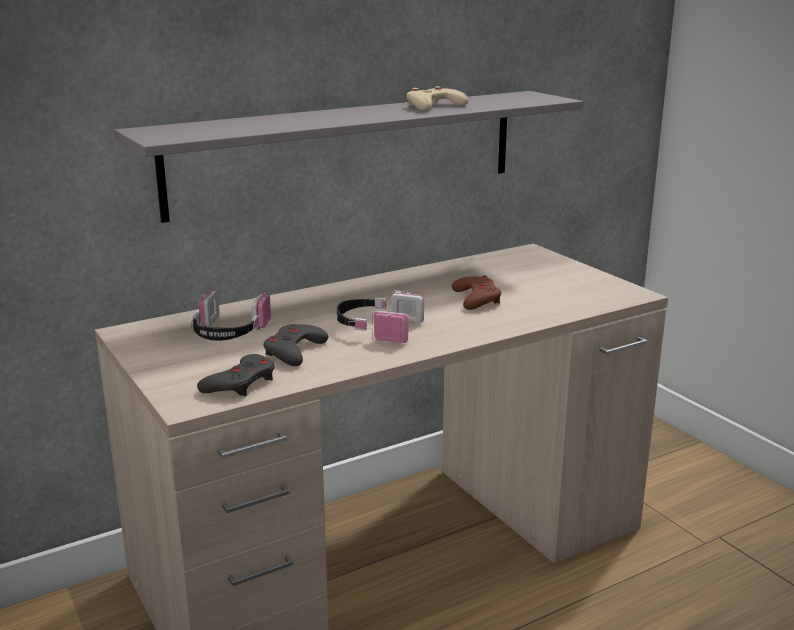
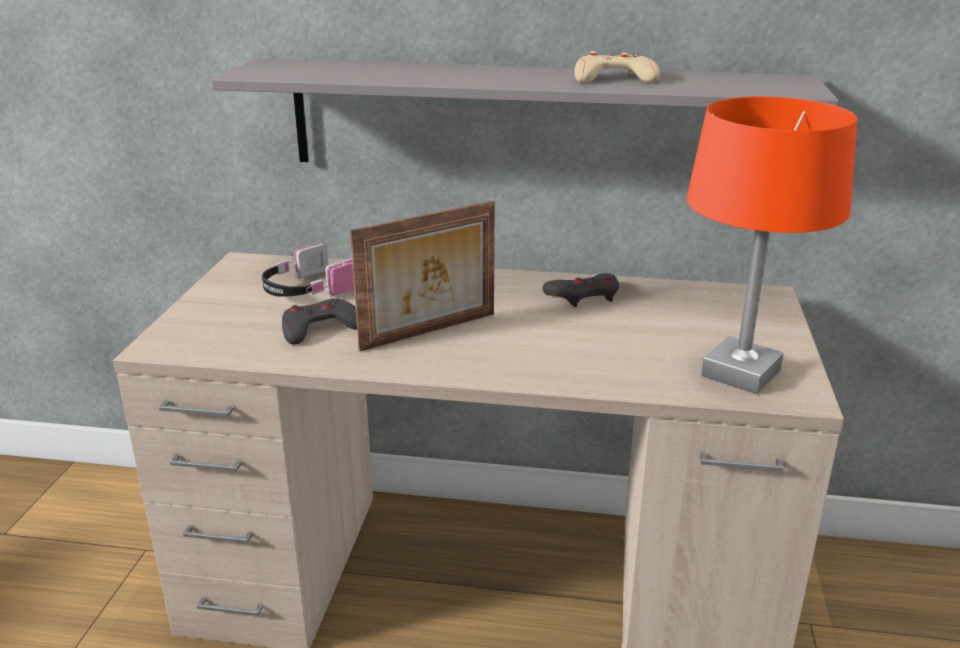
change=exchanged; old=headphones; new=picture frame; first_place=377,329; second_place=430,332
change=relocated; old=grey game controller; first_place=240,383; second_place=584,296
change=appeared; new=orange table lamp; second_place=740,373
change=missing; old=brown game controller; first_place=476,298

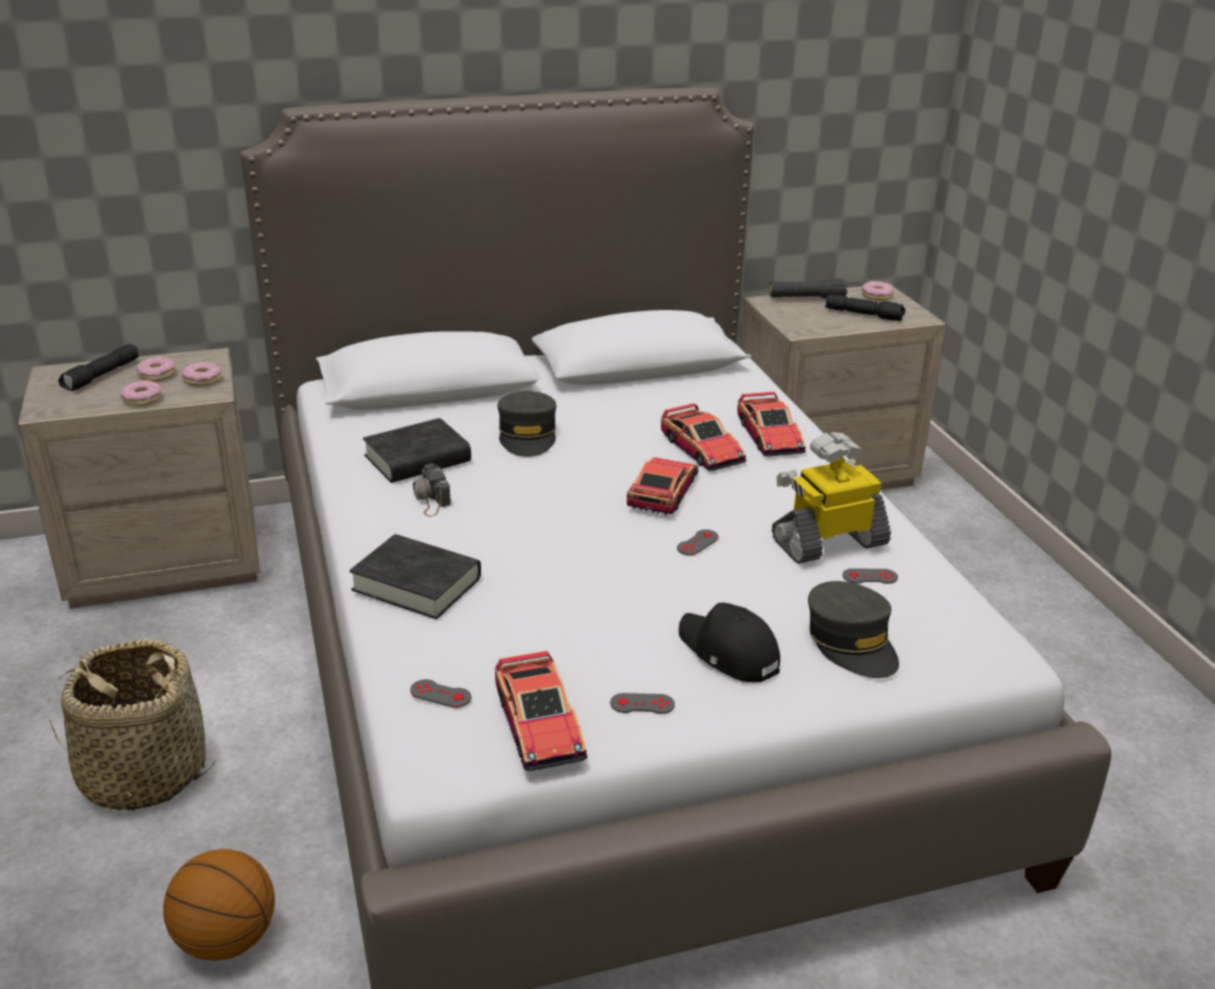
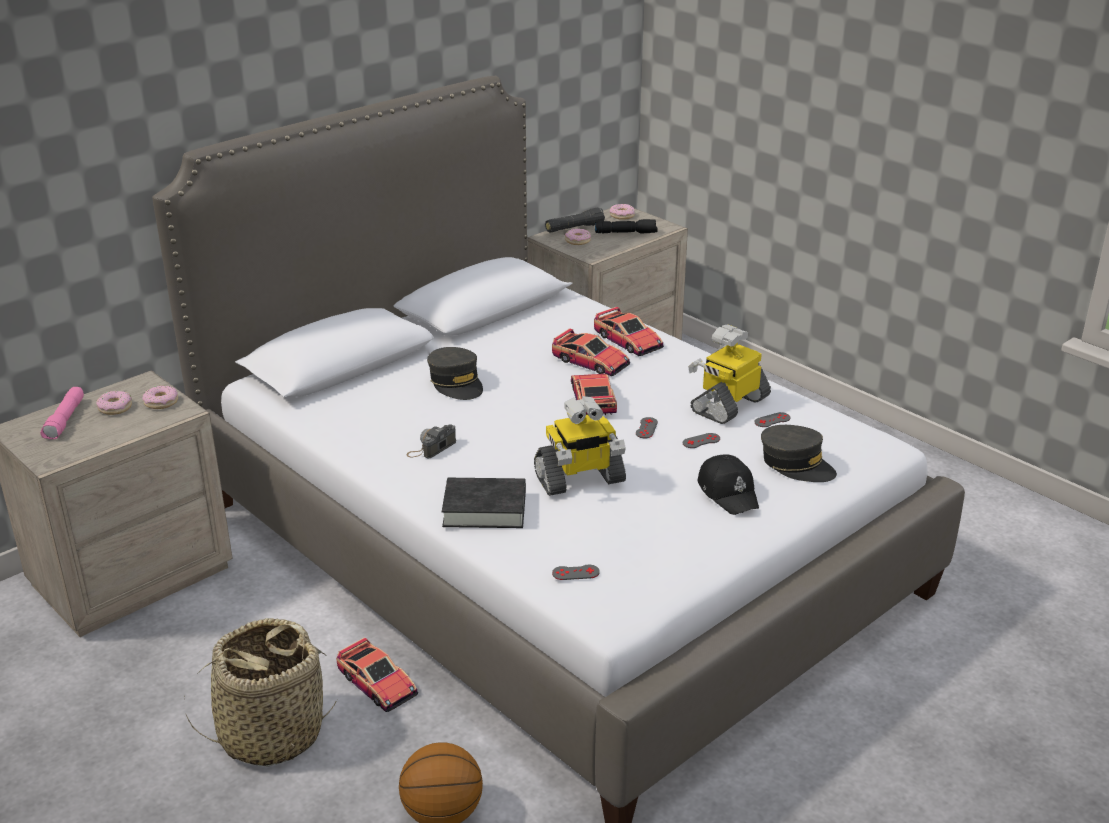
change=colour; old=black flashlight; new=pink flashlight; first_place=102,376; second_place=65,420
change=relocated; old=toy car; first_place=539,724; second_place=377,683
change=spun; old=photo camera; first_place=430,498; second_place=431,448; degrees=90
change=appeared; new=toy robot; second_place=579,479
change=relocated; old=donut; first_place=142,399; second_place=577,241
change=relocated; old=grey game controller; first_place=642,704; second_place=701,441
change=spun; old=black cap; first_place=728,653; second_place=728,492; degrees=-135
change=missing; old=black book; first_place=417,459

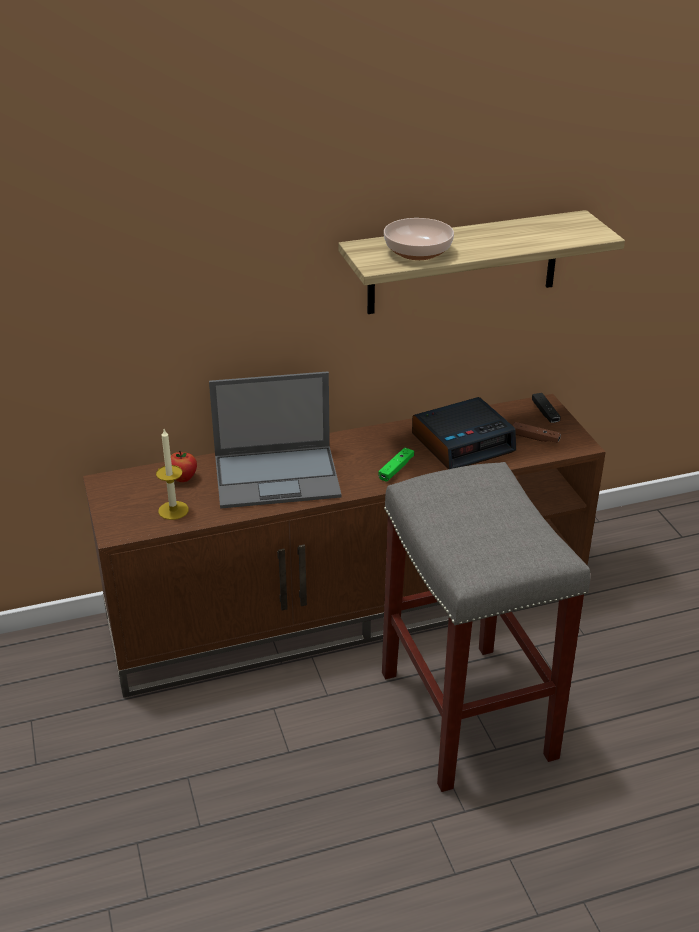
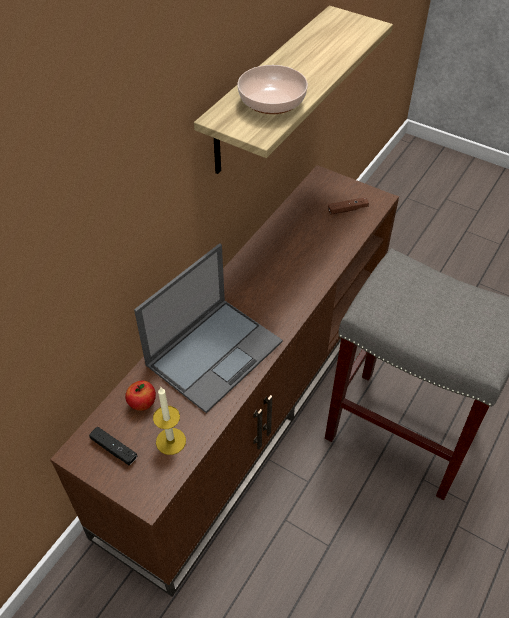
change=relocated; old=black game controller; first_place=545,413; second_place=114,449
change=missing; old=green game controller; first_place=396,469
change=missing; old=alarm clock; first_place=463,442

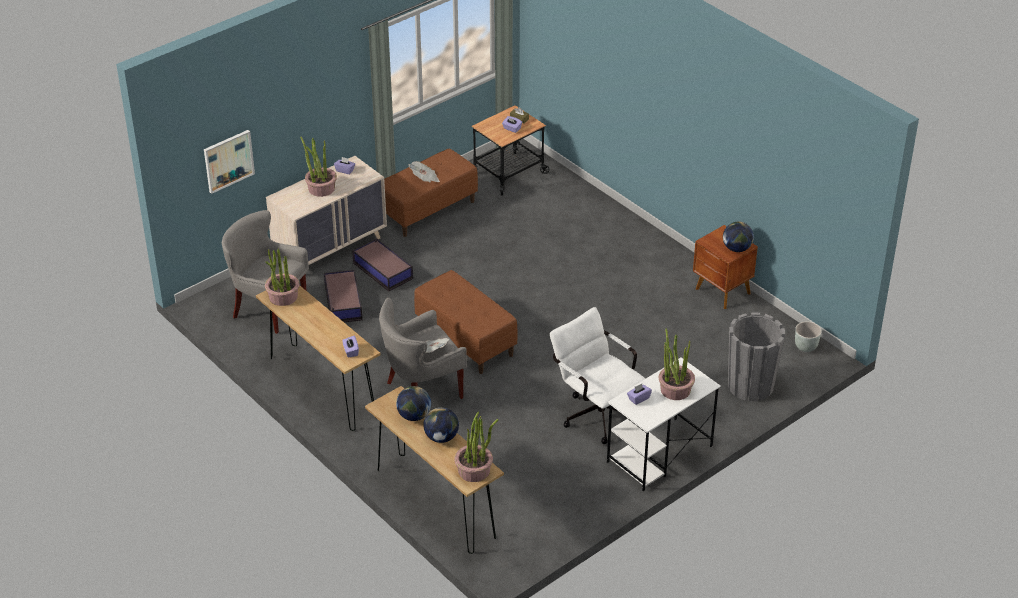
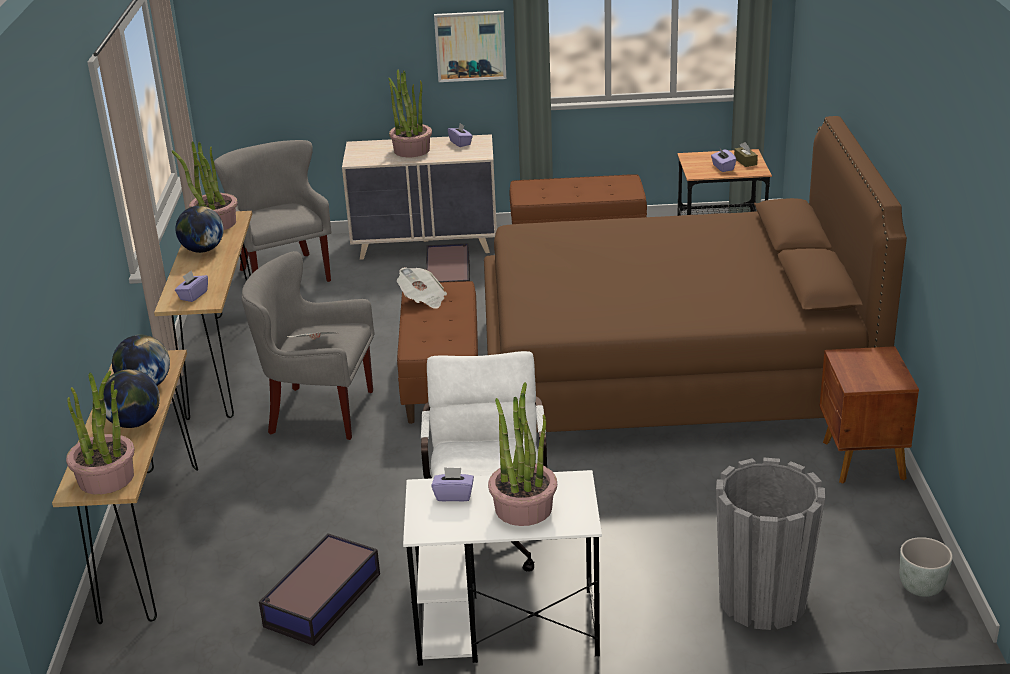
change=relocated; old=globe; first_place=736,249; second_place=202,250
change=relocated; old=storage box; first_place=343,303; second_place=321,601
change=relocated; old=newspaper; first_place=424,179; second_place=423,299
change=relocated; old=picture; first_place=228,161; second_place=470,46
change=appeared; new=brown bed; second_place=669,369

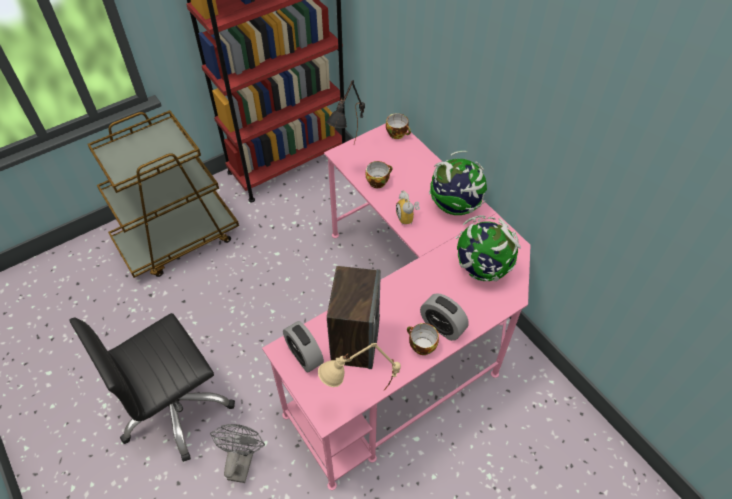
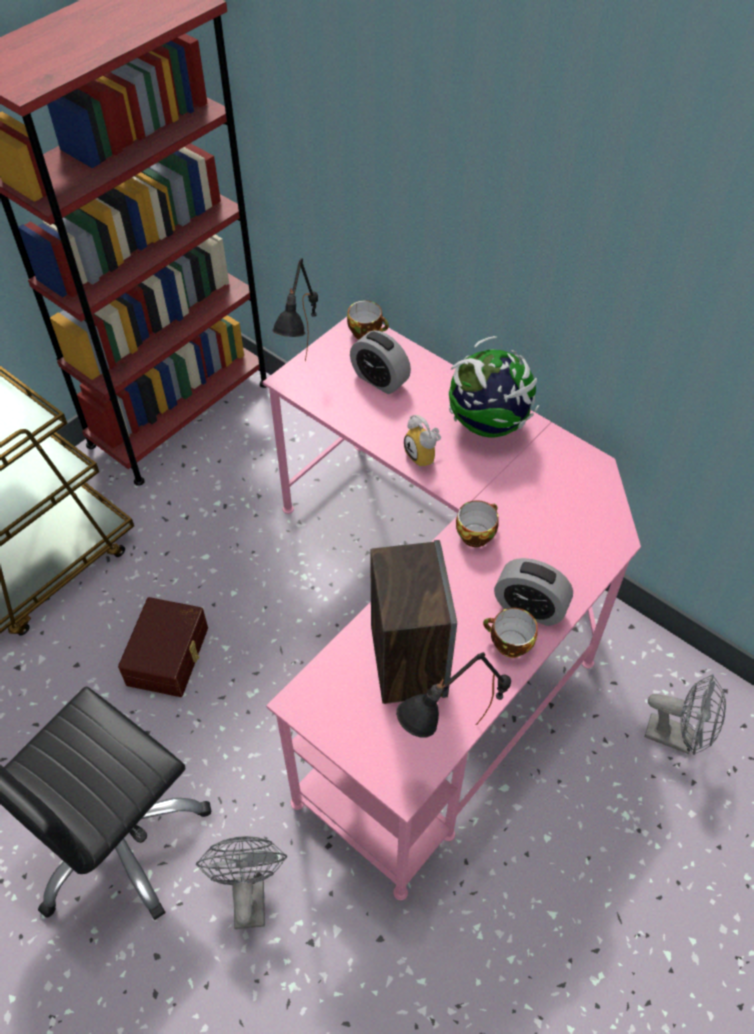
change=appeared; new=brown storage box; second_place=170,656
change=relocated; old=alarm clock; first_place=304,355; second_place=380,379
change=colour; old=beige table lamp; new=black table lamp; first_place=361,405; second_place=449,756
change=relocated; old=cup; first_place=378,181; second_place=476,533
change=appeared; new=grey fan; second_place=677,737
change=missing; old=globe; first_place=482,268

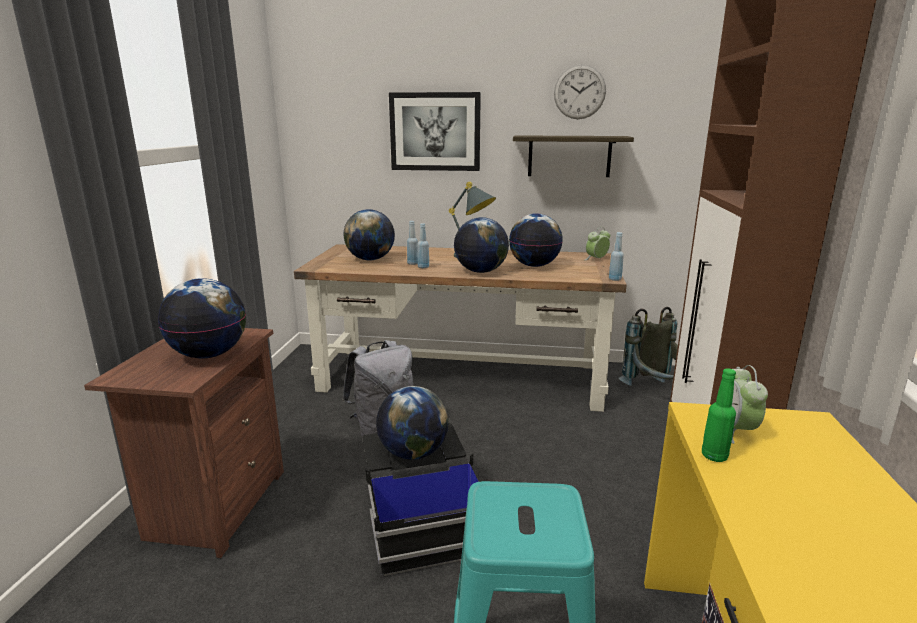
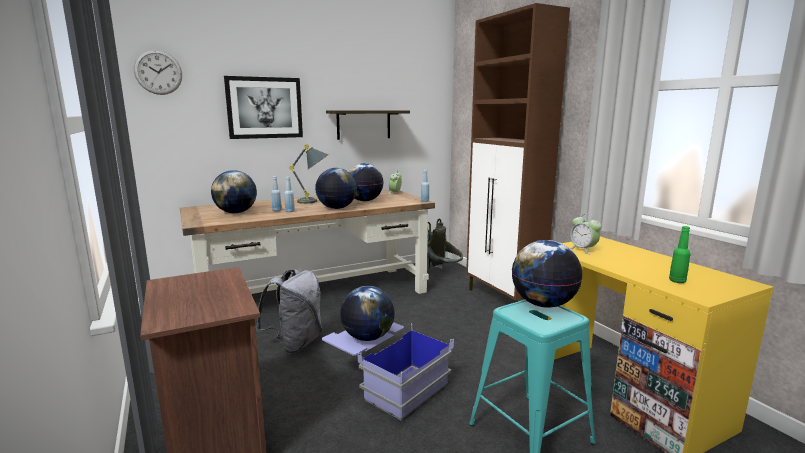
change=relocated; old=wall clock; first_place=579,92; second_place=158,72
change=colour; old=black storage box; new=blue storage box; first_place=422,517; second_place=385,381
change=relocated; old=globe; first_place=209,354; second_place=543,304
change=relocated; old=green bottle; first_place=714,456; second_place=677,281

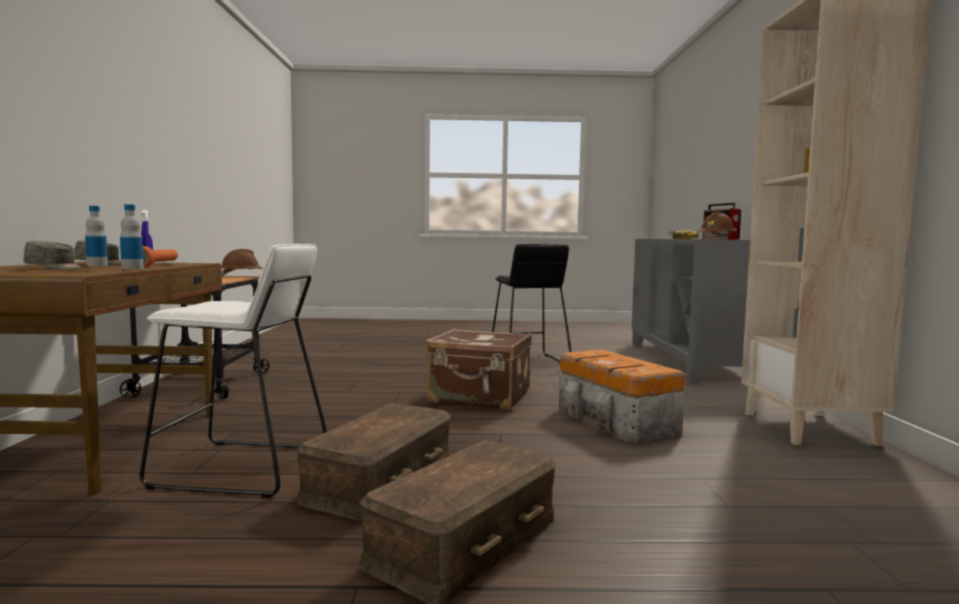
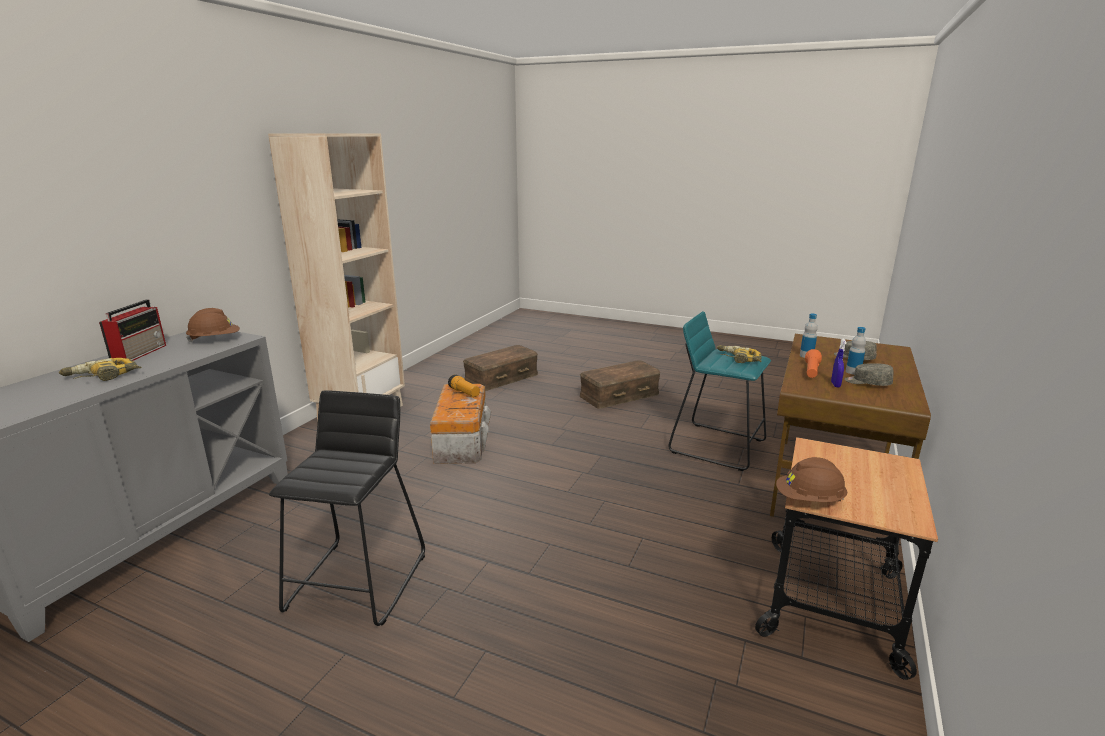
change=appeared; new=flashlight; second_place=464,393
change=relocated; old=brown storage box; first_place=382,480; second_place=501,377
change=colour; old=white stool; new=turquoise stool; first_place=241,468; second_place=717,446
change=appeared; new=power drill; second_place=738,359
change=missing; old=brown suitcase; first_place=480,398

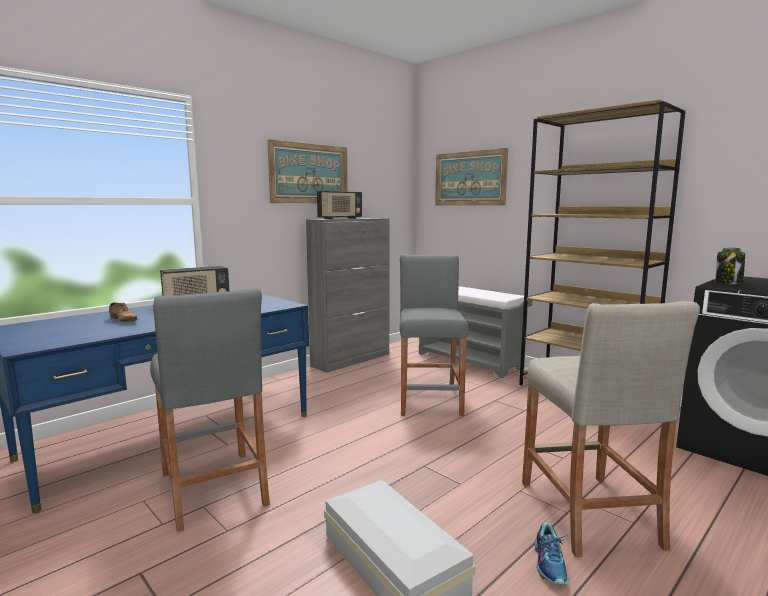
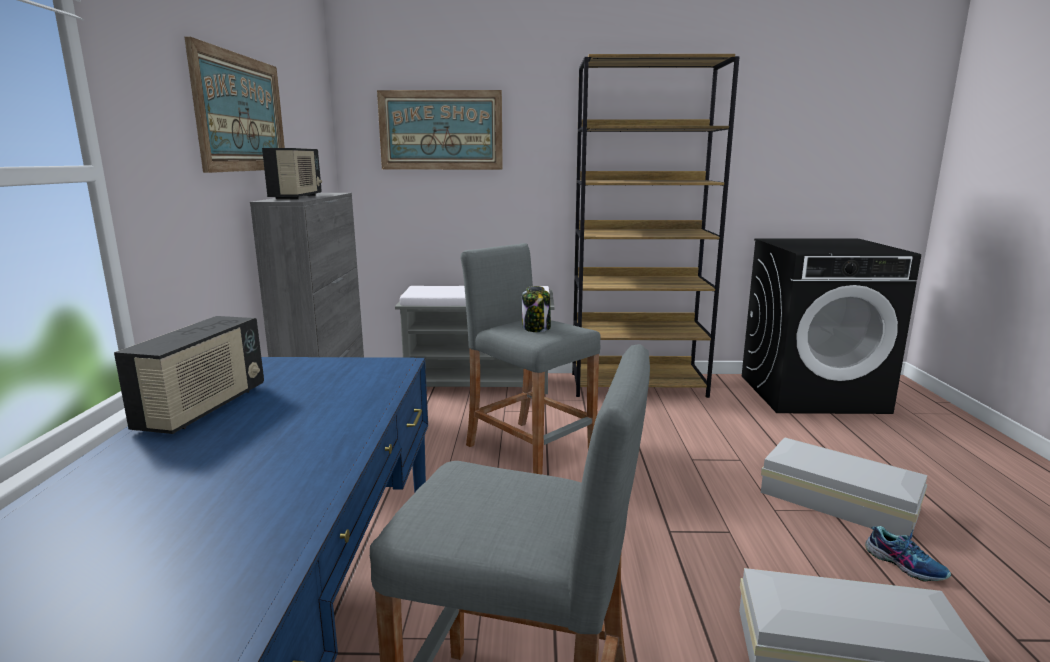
change=relocated; old=jar; first_place=728,282; second_place=536,328
change=exchanged; old=beige stool; new=white storage box; first_place=588,513; second_place=840,502
change=missing; old=shoe; first_place=124,320

